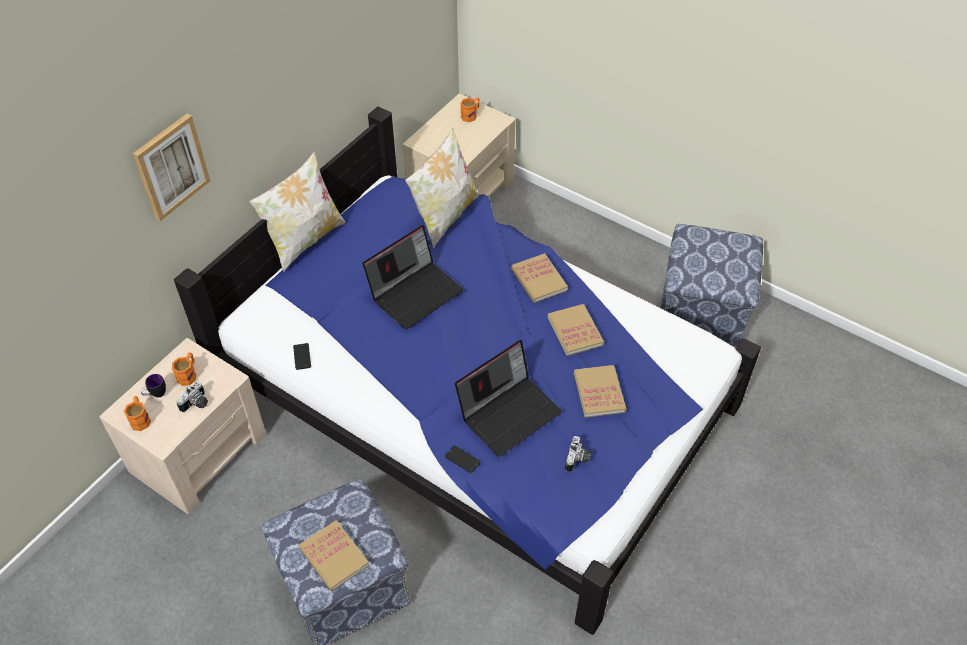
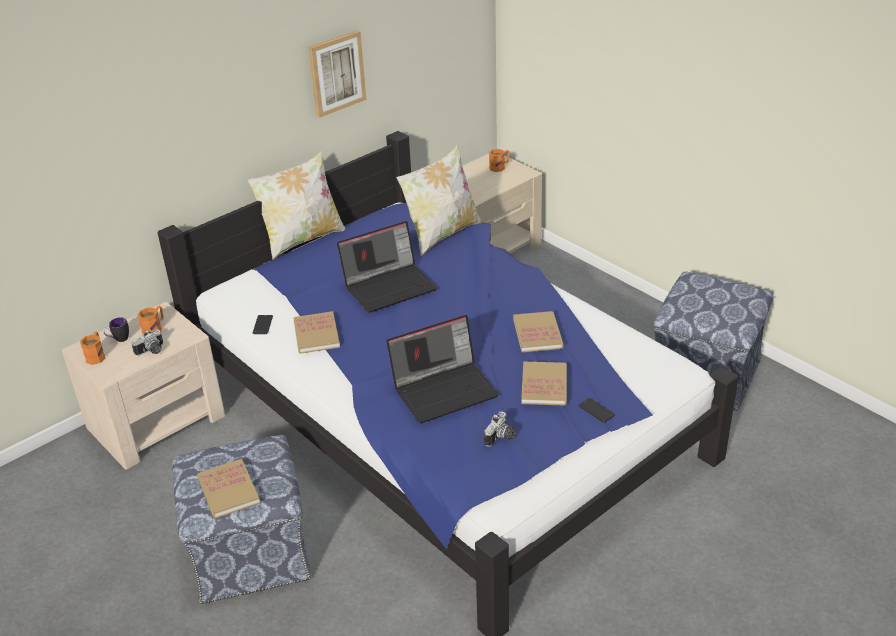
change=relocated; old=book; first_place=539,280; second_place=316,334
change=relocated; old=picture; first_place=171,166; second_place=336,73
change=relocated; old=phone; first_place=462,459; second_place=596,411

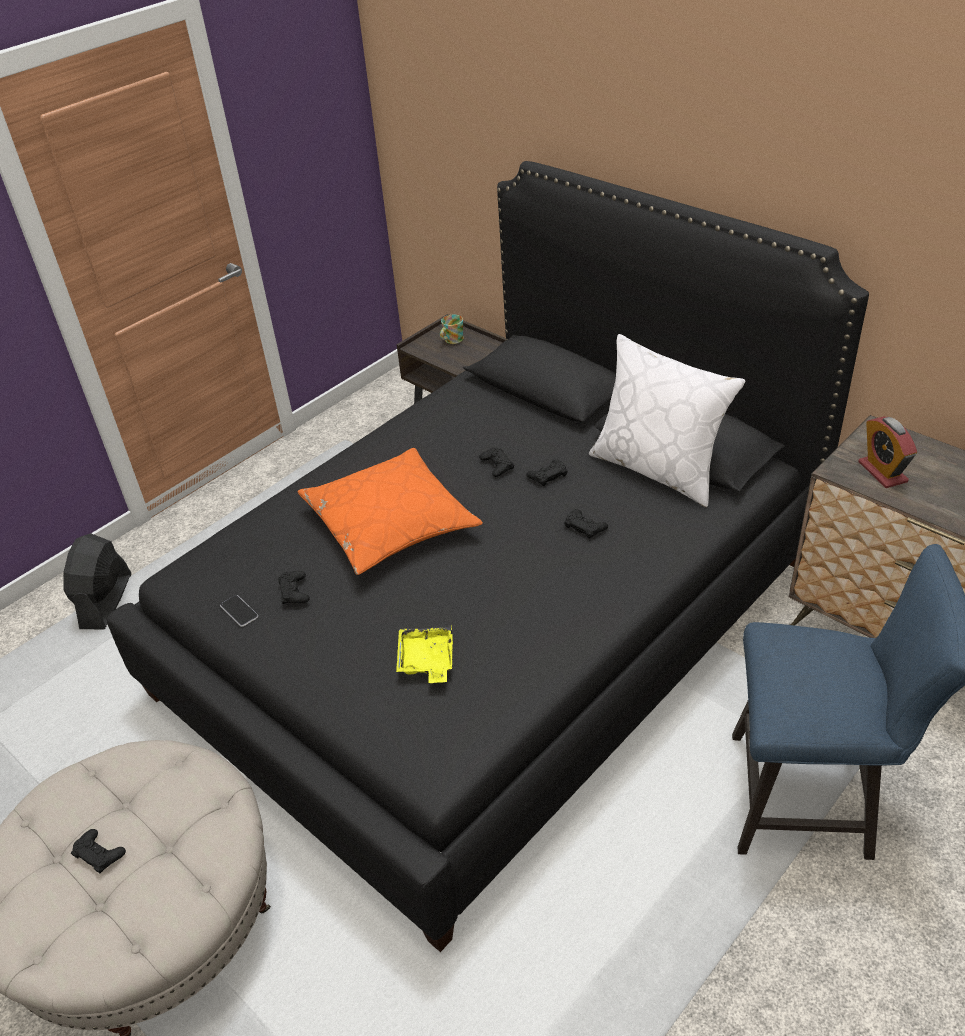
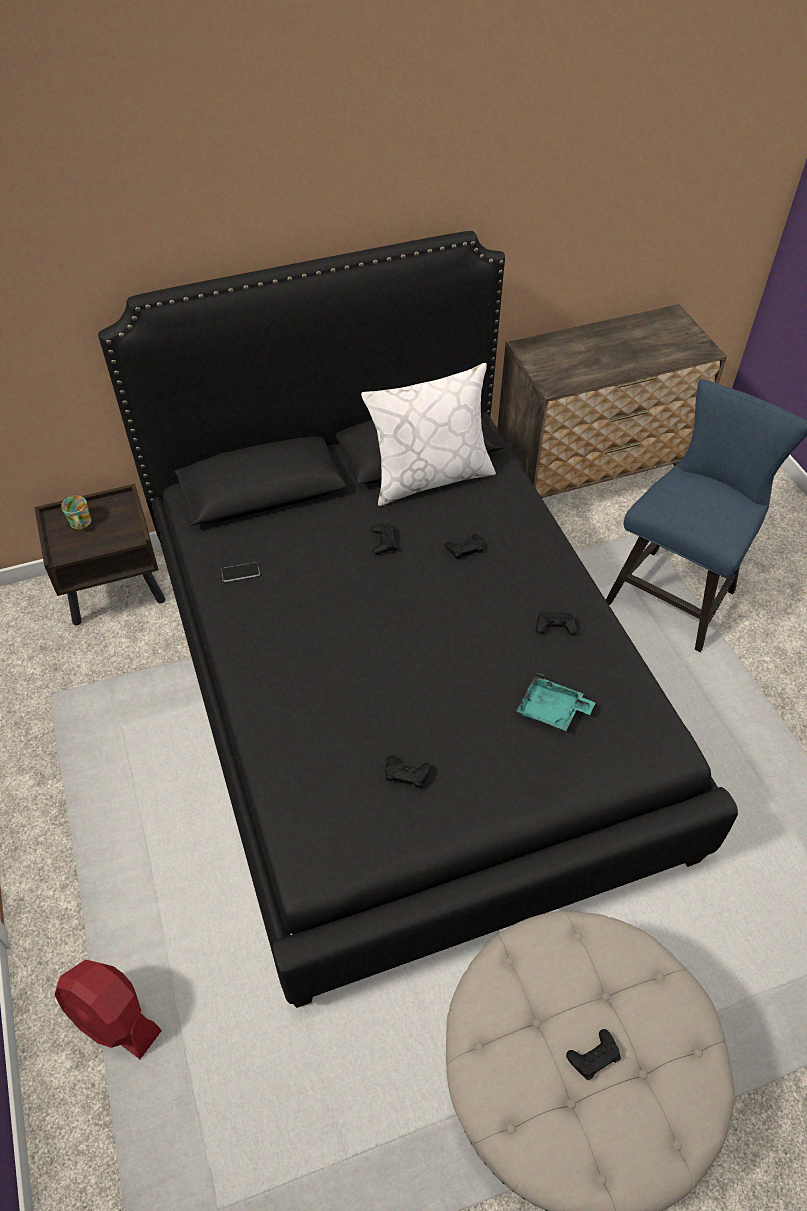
change=colour; old=black fan; new=red fan; first_place=106,602; second_place=114,1018
change=relocated; old=phone; first_place=239,611; second_place=240,572
change=colour; old=yellow tray; new=turquoise tray; first_place=426,661; second_place=552,710
change=relocated; old=black game controller; first_place=497,465; second_place=555,626
change=missing; old=orange pillow; first_place=390,523
change=missing; old=alarm clock; first_place=882,472

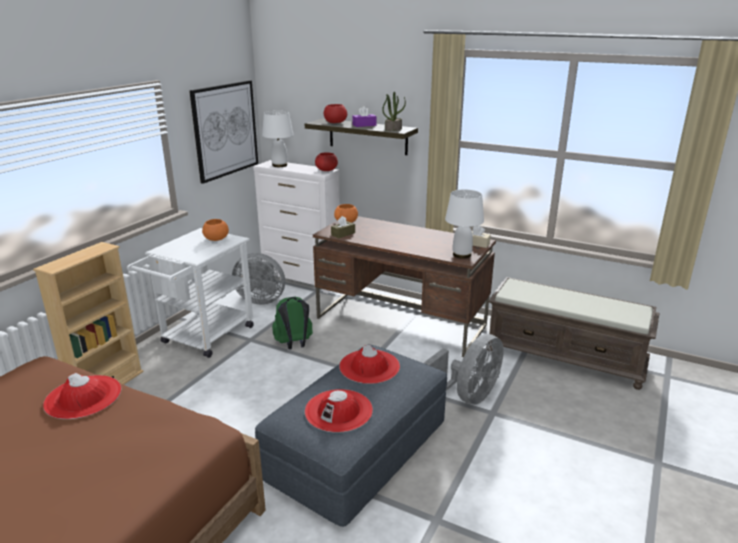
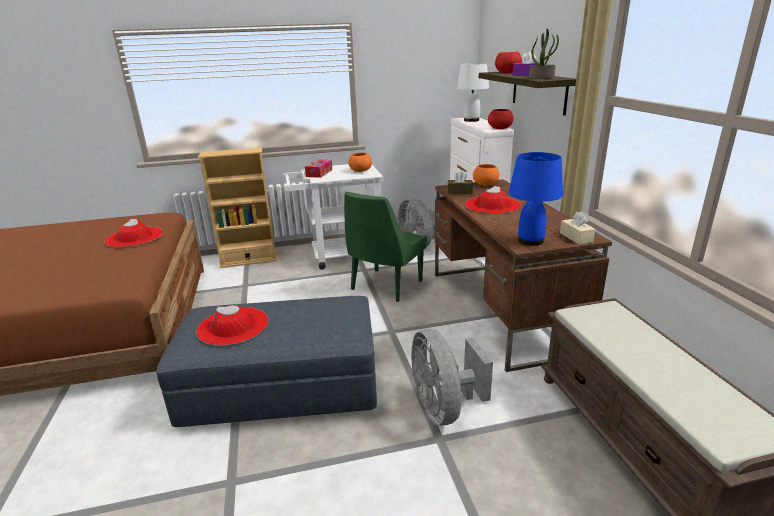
change=appeared; new=tissue box; second_place=319,173
change=exchanged; old=green backpack; new=green chair; first_place=294,344; second_place=385,286
change=spun; old=grey fan; first_place=468,396; second_place=444,408; degrees=75
change=relocated; old=red hat; first_place=369,366; second_place=492,205
change=colour; old=white table lamp; new=blue table lamp; first_place=461,255; second_place=530,241
change=missing; old=picture; first_place=225,130

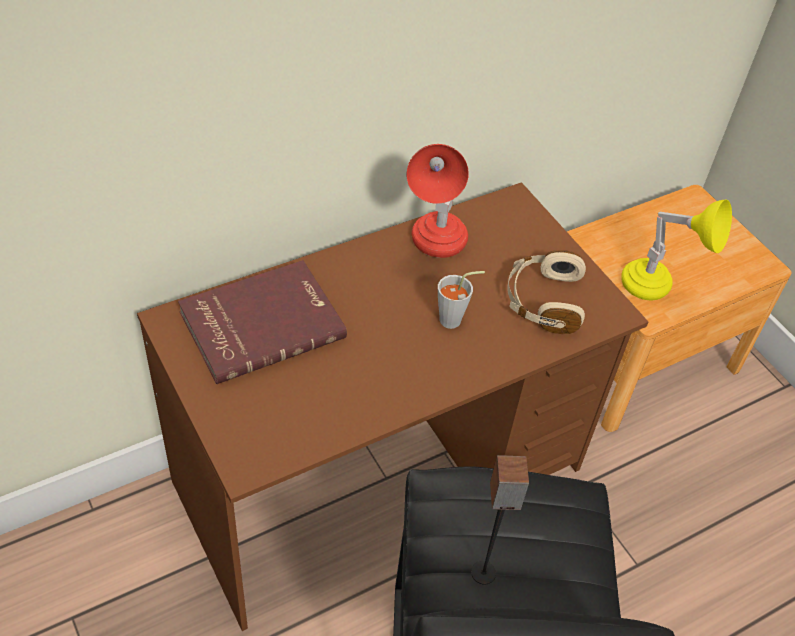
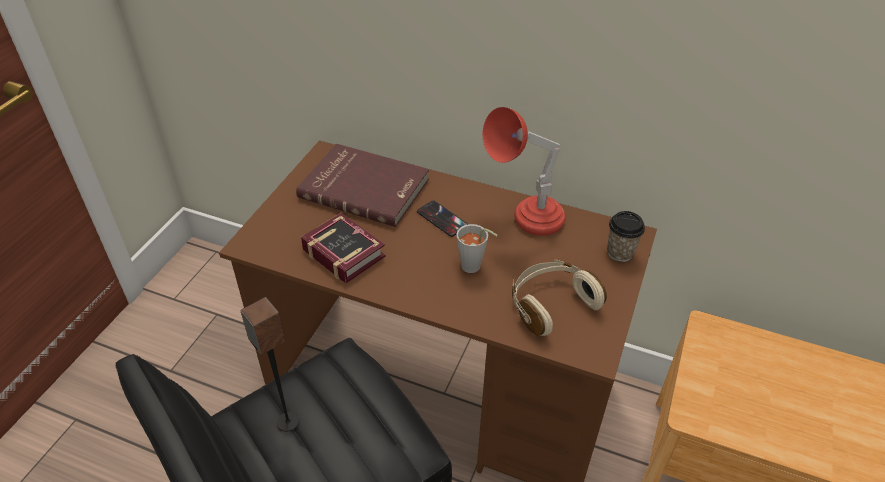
change=appeared; new=book; second_place=343,250
change=appeared; new=phone; second_place=442,219
change=appeared; new=cup; second_place=620,252
change=missing; old=yellow table lamp; first_place=657,292

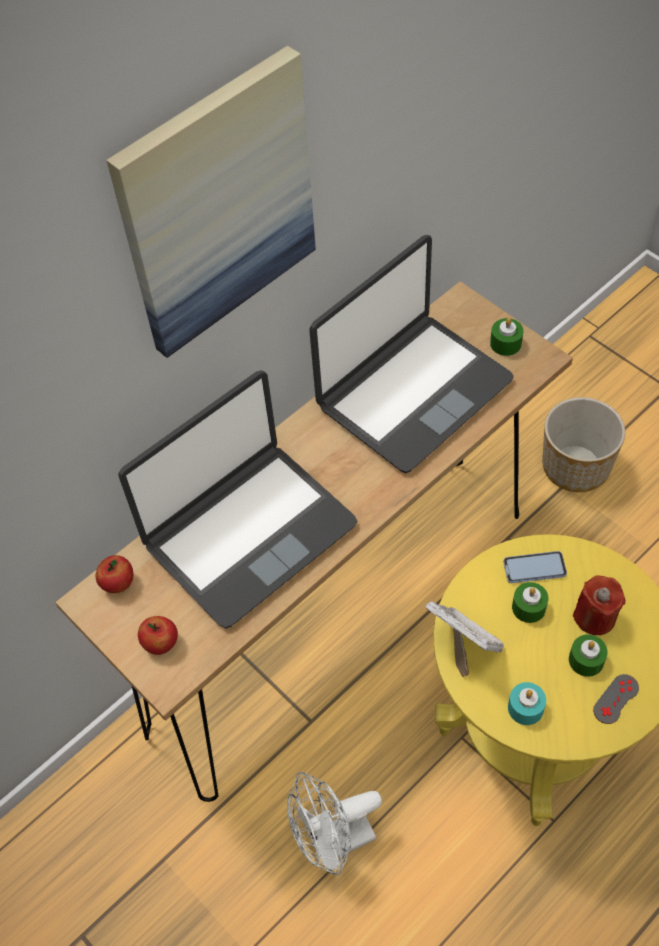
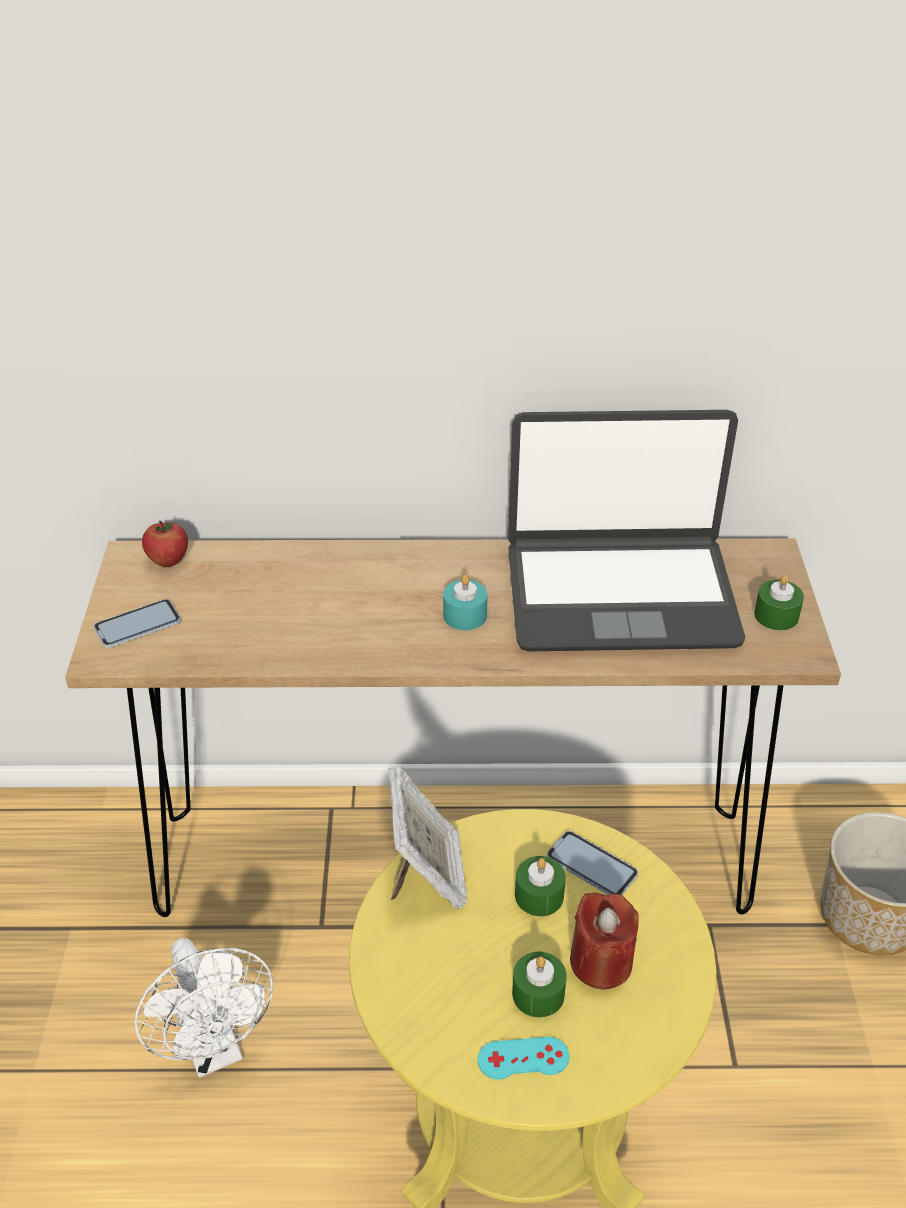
change=exchanged; old=apple; new=phone; first_place=161,643; second_place=137,625
change=spun; old=white fan; first_place=334,842; second_place=215,1049; degrees=-135
change=relocated; old=turquoise candle; first_place=525,708; second_place=465,615
change=colour; old=grey game controller; new=turquoise game controller; first_place=616,699; second_place=523,1058
change=missing; old=picture; first_place=217,206
change=missing; old=laptop; first_place=248,533

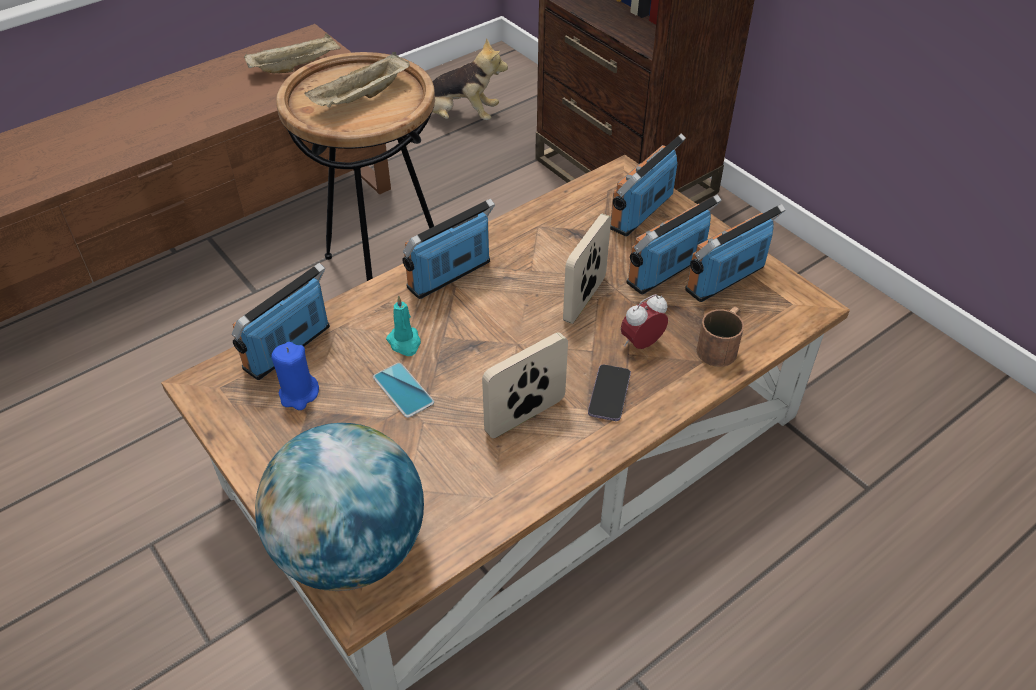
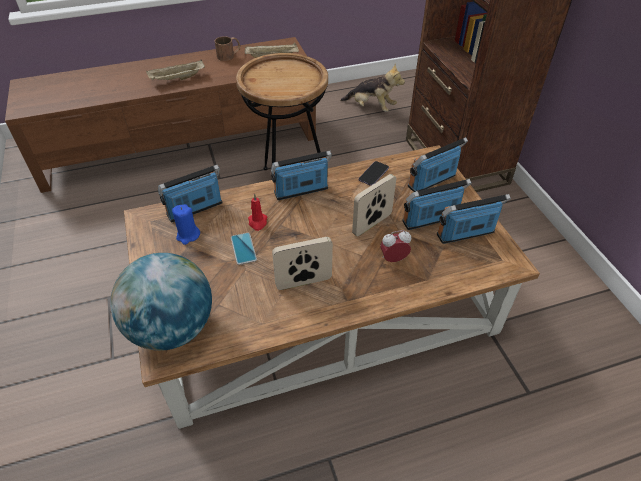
change=relocated; old=beige tray; first_place=361,98; second_place=177,79
change=relocated; old=brown mug; first_place=721,345; second_place=229,55
change=colour; old=turquoise candle; new=red candle; first_place=405,343; second_place=257,222
change=relocated; old=phone; first_place=609,394; second_place=373,174

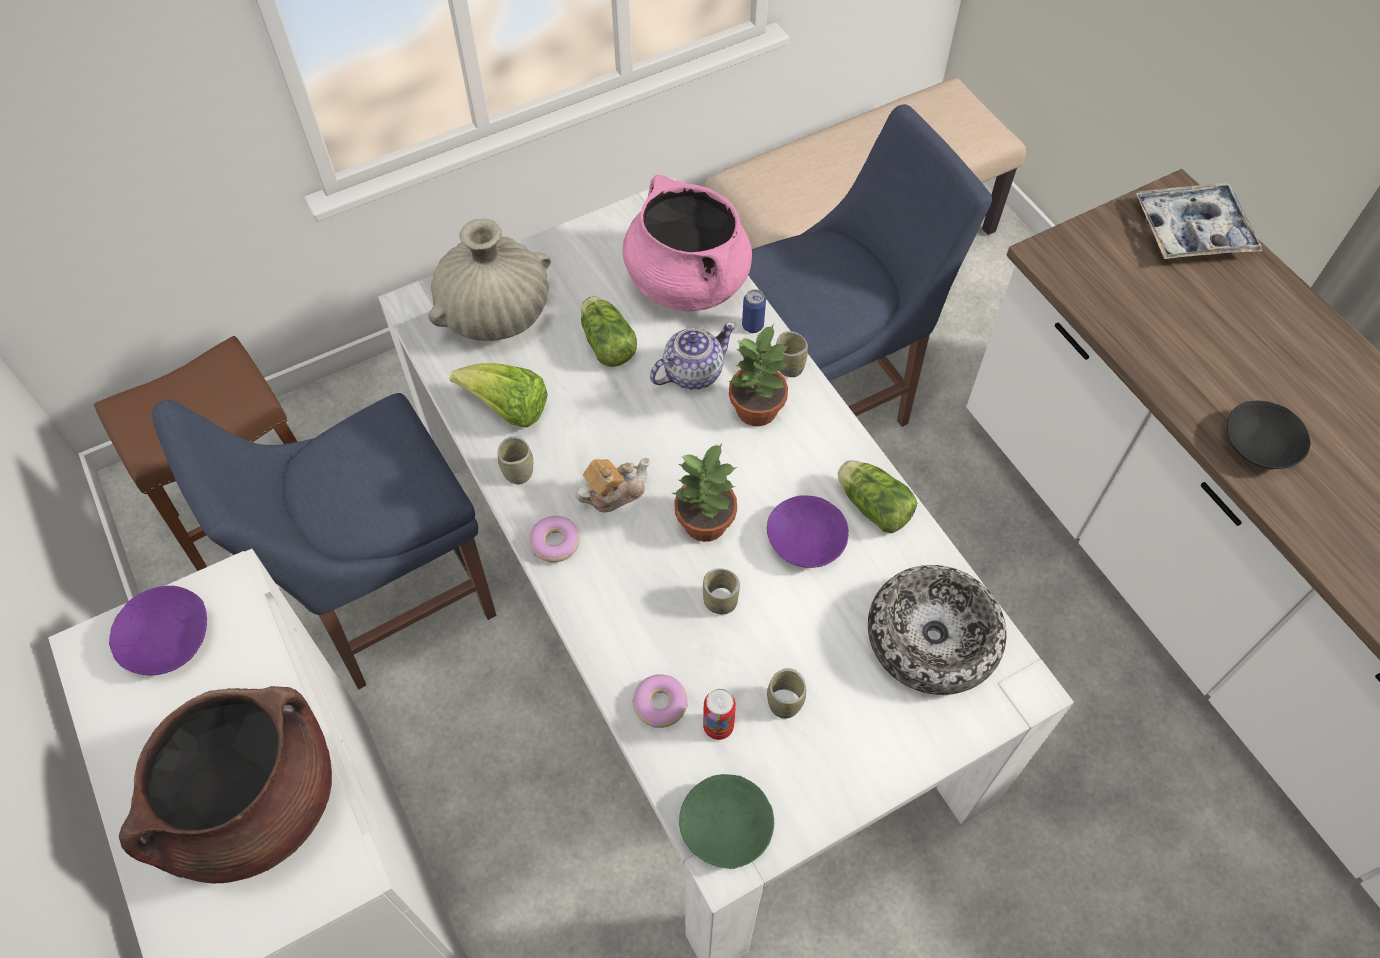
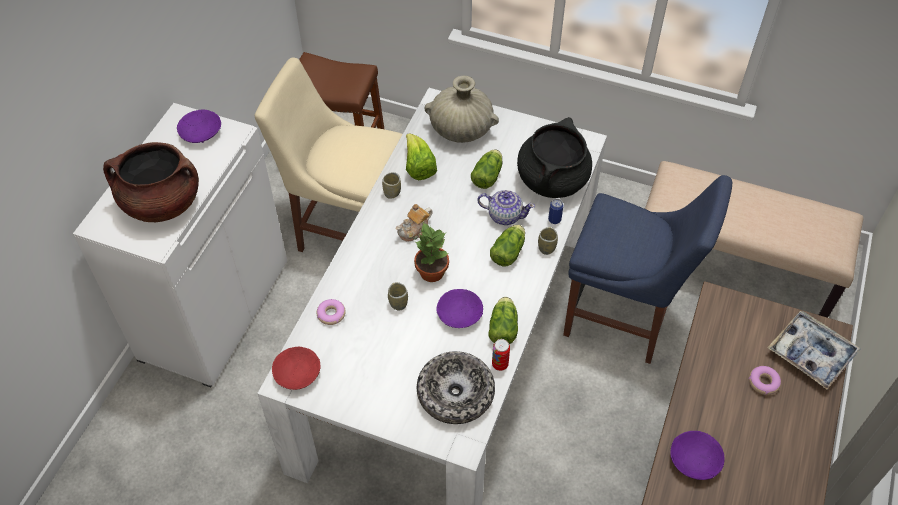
change=colour; old=blue chair; new=beige chair; first_place=388,601; second_place=346,229
change=colour; old=green bowl; new=red bowl; first_place=726,825; second_place=298,373
change=spun; old=teapot; first_place=614,492; second_place=414,231; degrees=120
change=exchanged; old=potted plant; new=lettuce; first_place=755,410; second_place=509,251
change=relocated; old=can; first_place=718,726; second_place=500,364
change=colour; old=pink cooking pot; new=black cooking pot; first_place=686,281; second_place=552,180
change=colour; old=black bowl; new=purple bowl; first_place=1261,444; second_place=695,460
change=relocated; old=donut; first_place=555,542; second_place=763,382
change=missing; old=cup; first_place=784,702

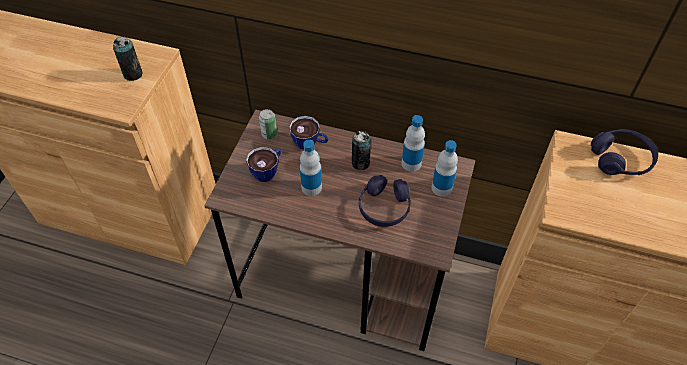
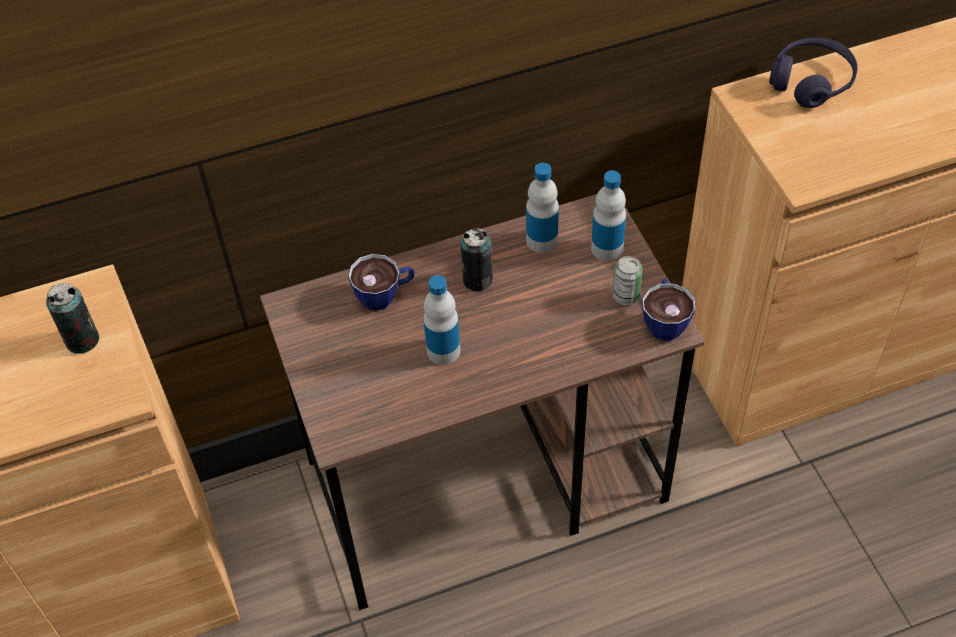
change=relocated; old=can; first_place=269,134; second_place=626,296
change=relocated; old=cup; first_place=268,171; second_place=665,320
change=missing; old=purple headphones; first_place=384,207

